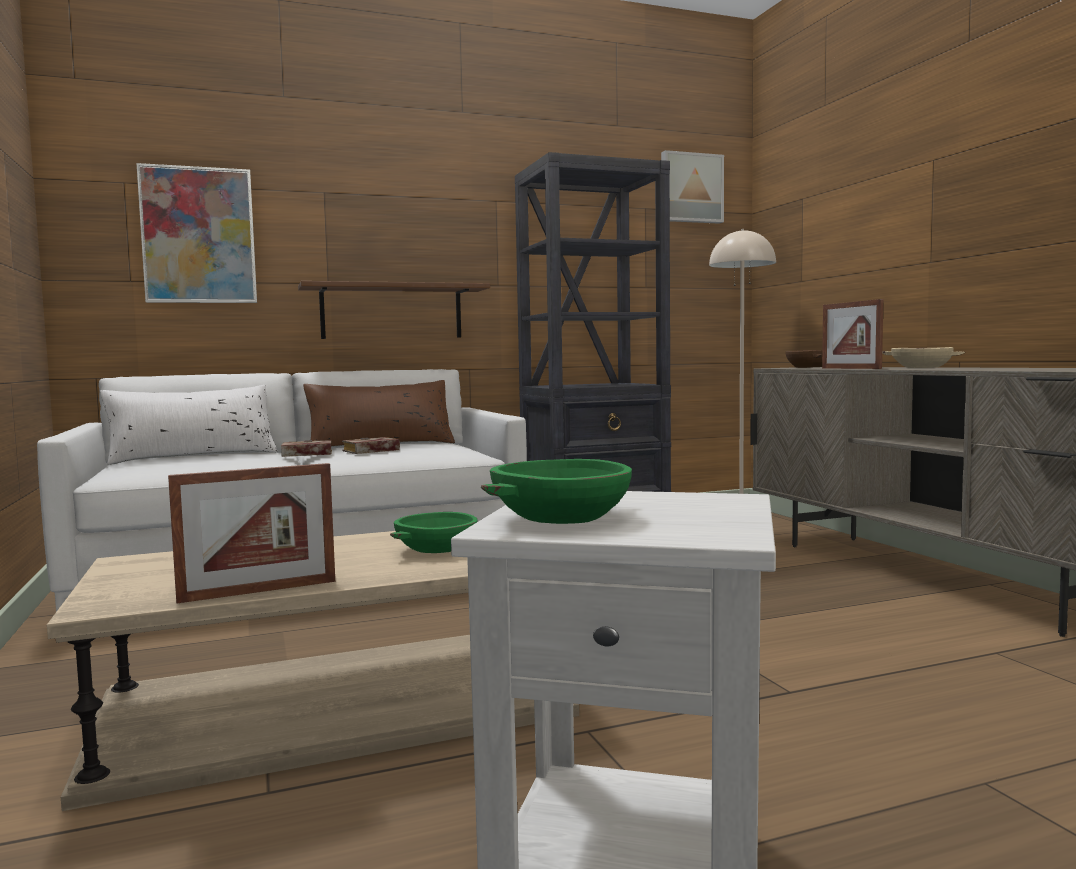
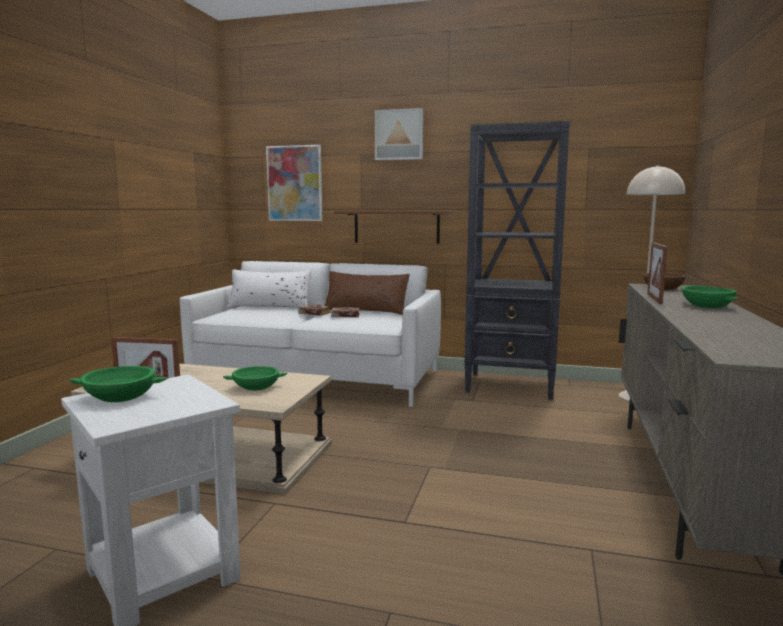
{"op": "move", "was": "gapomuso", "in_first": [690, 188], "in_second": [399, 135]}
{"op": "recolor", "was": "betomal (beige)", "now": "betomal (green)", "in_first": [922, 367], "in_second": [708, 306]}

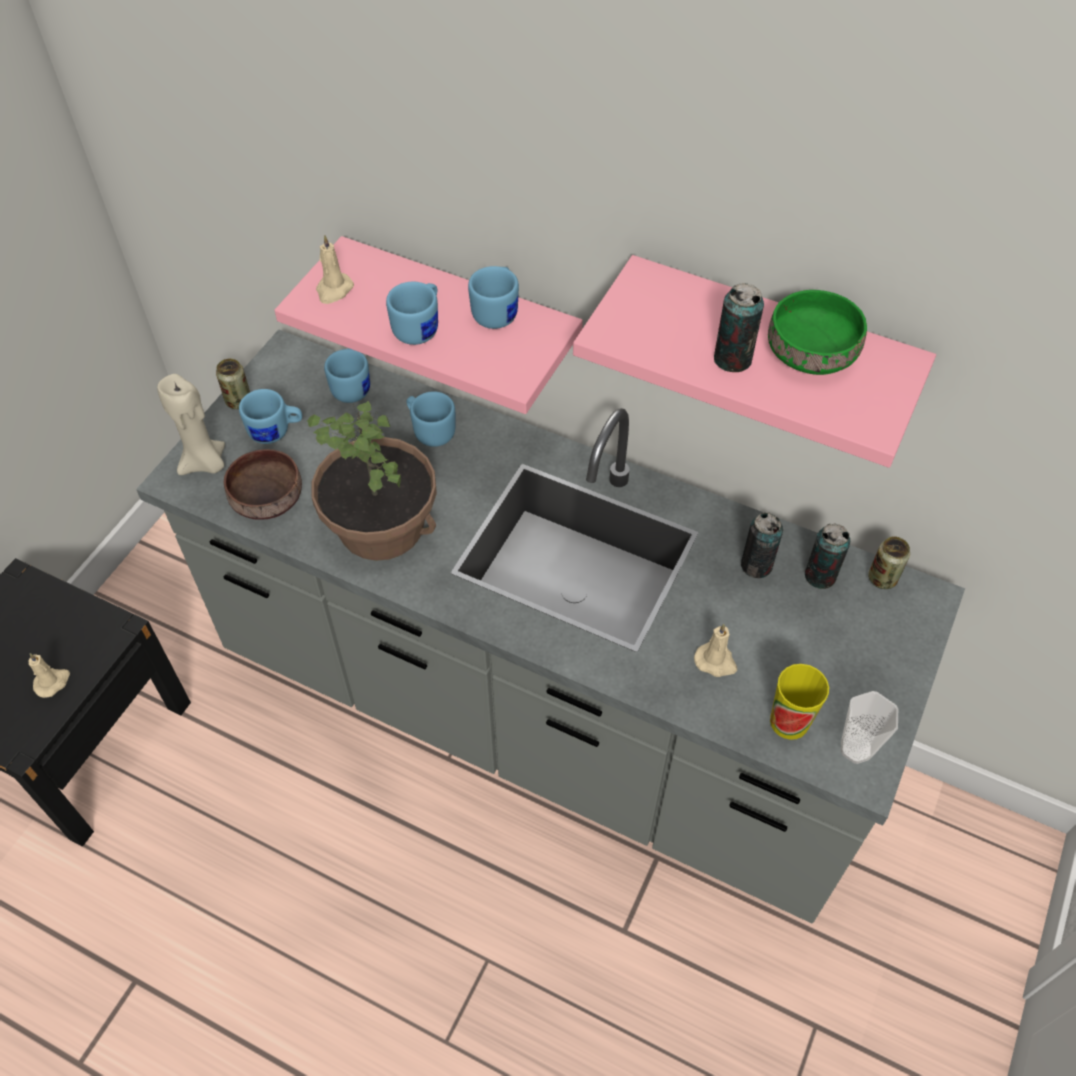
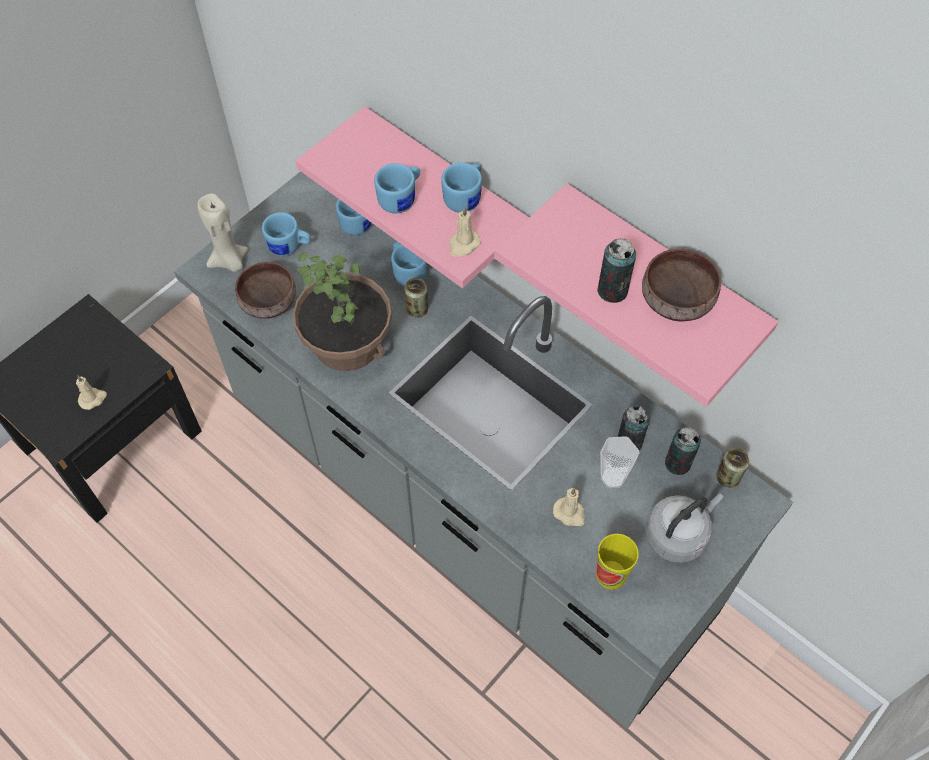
{"op": "insert", "now": "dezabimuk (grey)", "in_second": [678, 535]}
{"op": "move", "was": "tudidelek", "in_first": [238, 401], "in_second": [417, 309]}
{"op": "move", "was": "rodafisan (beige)", "in_first": [334, 290], "in_second": [463, 244]}
{"op": "move", "was": "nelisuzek", "in_first": [856, 748], "in_second": [612, 478]}
{"op": "recolor", "was": "betomal (green)", "now": "betomal (brown)", "in_first": [810, 351], "in_second": [676, 297]}

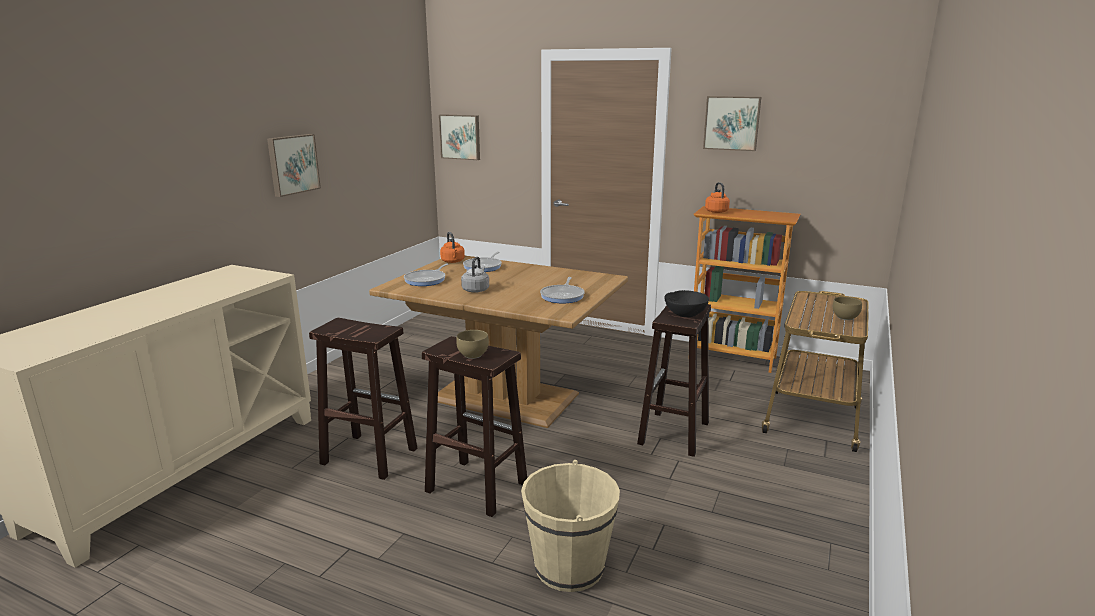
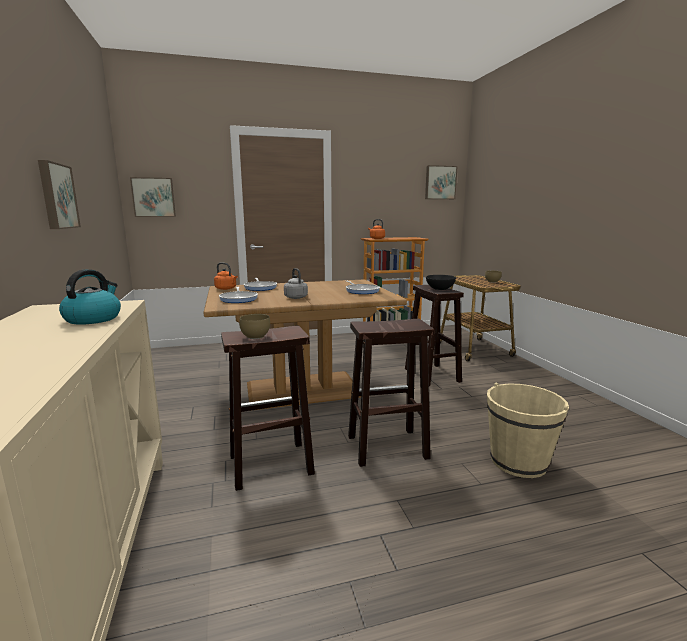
{"op": "insert", "now": "dezabimuk", "in_second": [93, 319]}
{"op": "move", "was": "betomal (brown)", "in_first": [474, 355], "in_second": [256, 336]}
{"op": "move", "was": "gapomuso", "in_first": [732, 123], "in_second": [440, 182]}

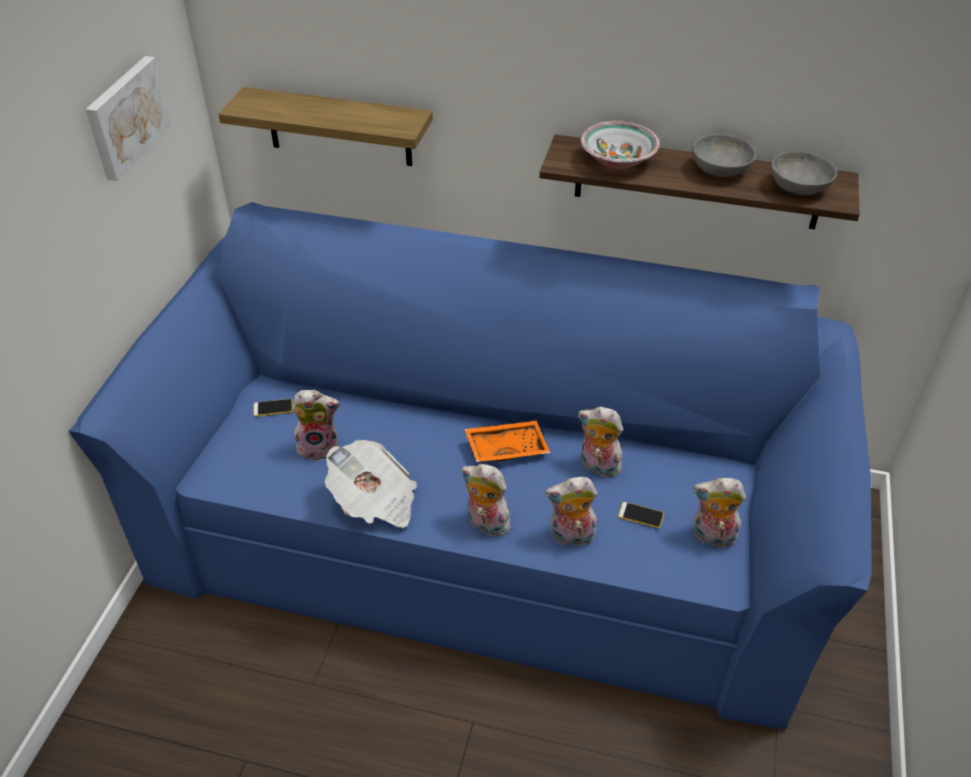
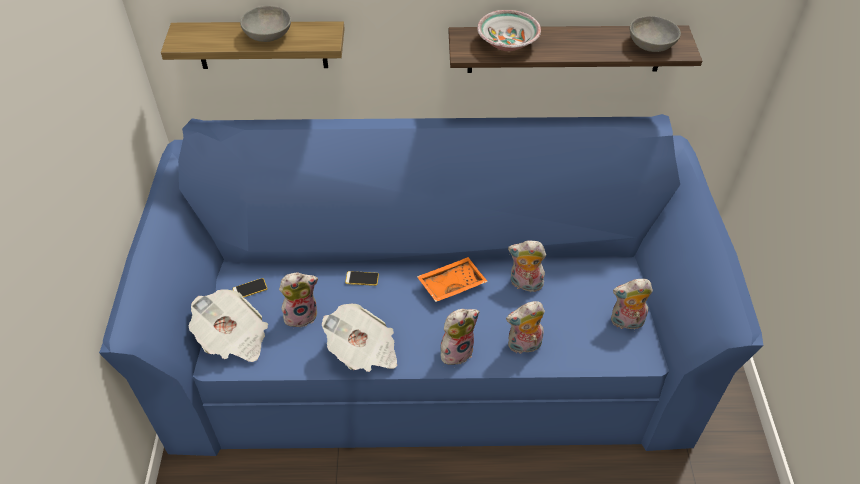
{"op": "delete", "was": "gapomuso", "in_first": [126, 117]}
{"op": "insert", "now": "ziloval", "in_second": [233, 338]}
{"op": "move", "was": "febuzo", "in_first": [640, 515], "in_second": [362, 278]}
{"op": "move", "was": "betomal (grey)", "in_first": [721, 170], "in_second": [268, 35]}
{"op": "rotate", "was": "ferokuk", "in_first": [485, 524], "in_second": [456, 350], "clockwise": 135}

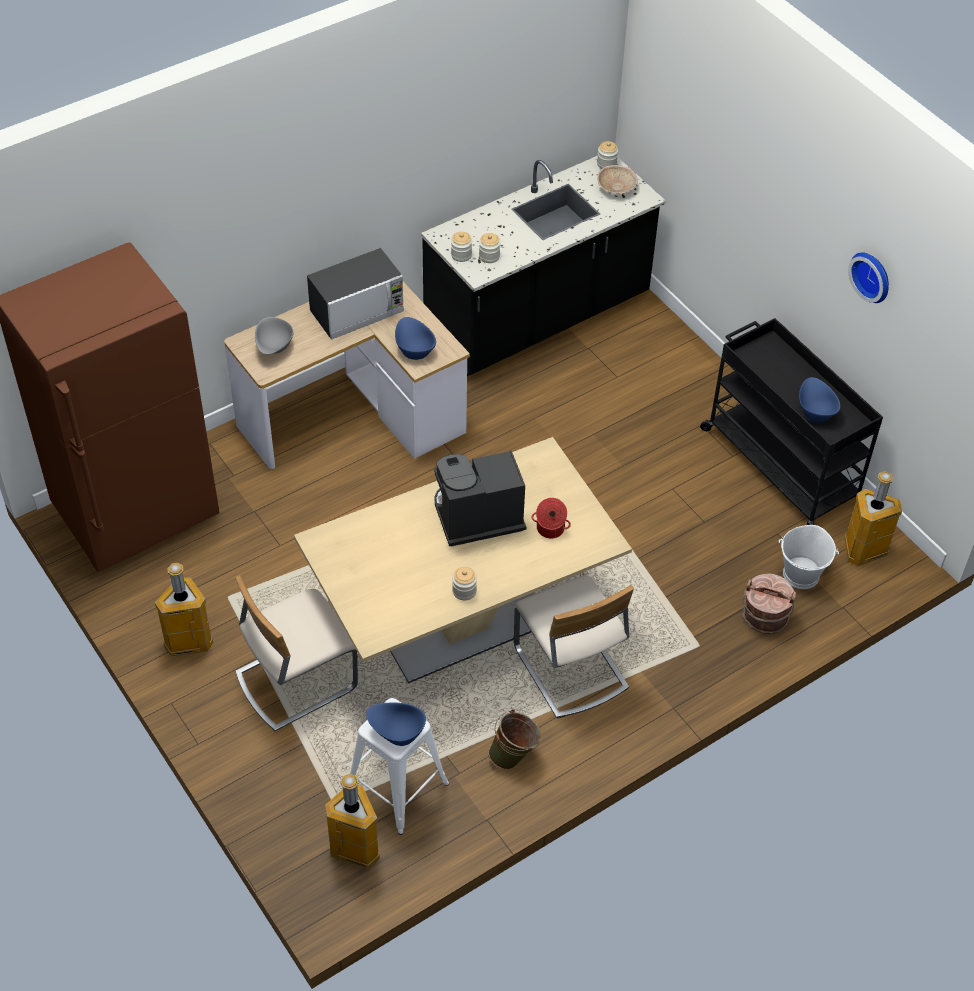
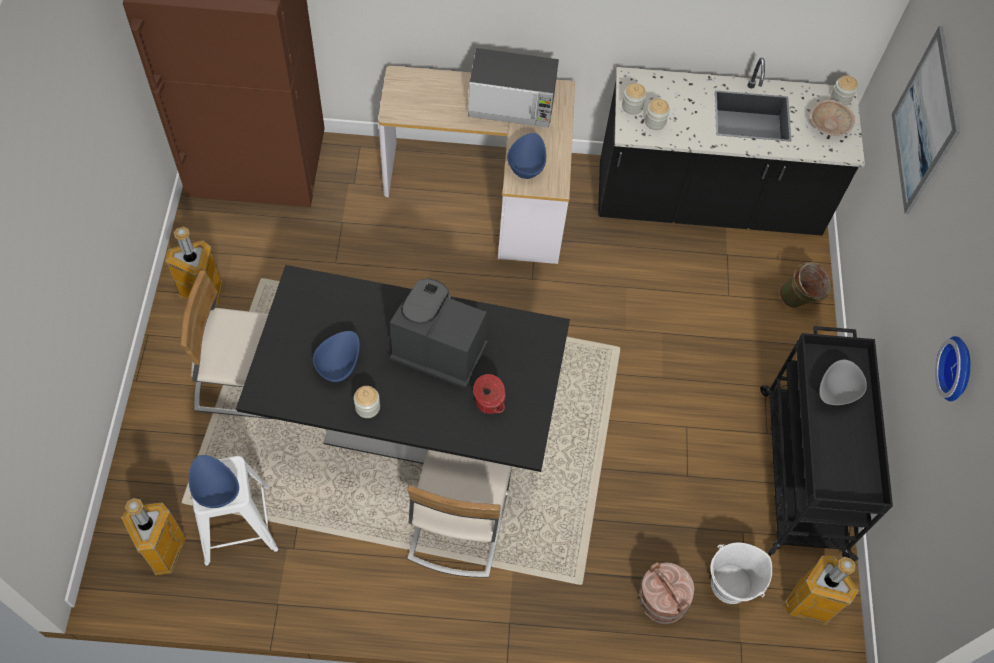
{"op": "insert", "now": "gapomuso", "in_second": [925, 122]}
{"op": "move", "was": "betomal (grey)", "in_first": [274, 349], "in_second": [835, 393]}
{"op": "move", "was": "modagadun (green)", "in_first": [514, 756], "in_second": [799, 301]}
{"op": "move", "was": "betomal (blue)", "in_first": [815, 411], "in_second": [339, 366]}
{"op": "recolor", "was": "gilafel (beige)", "now": "gilafel (black)", "in_first": [461, 621], "in_second": [411, 421]}

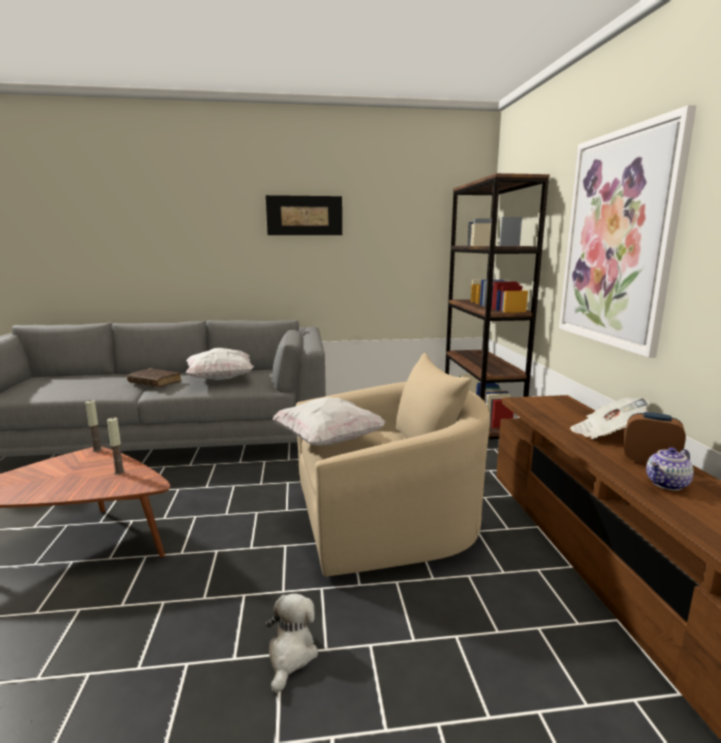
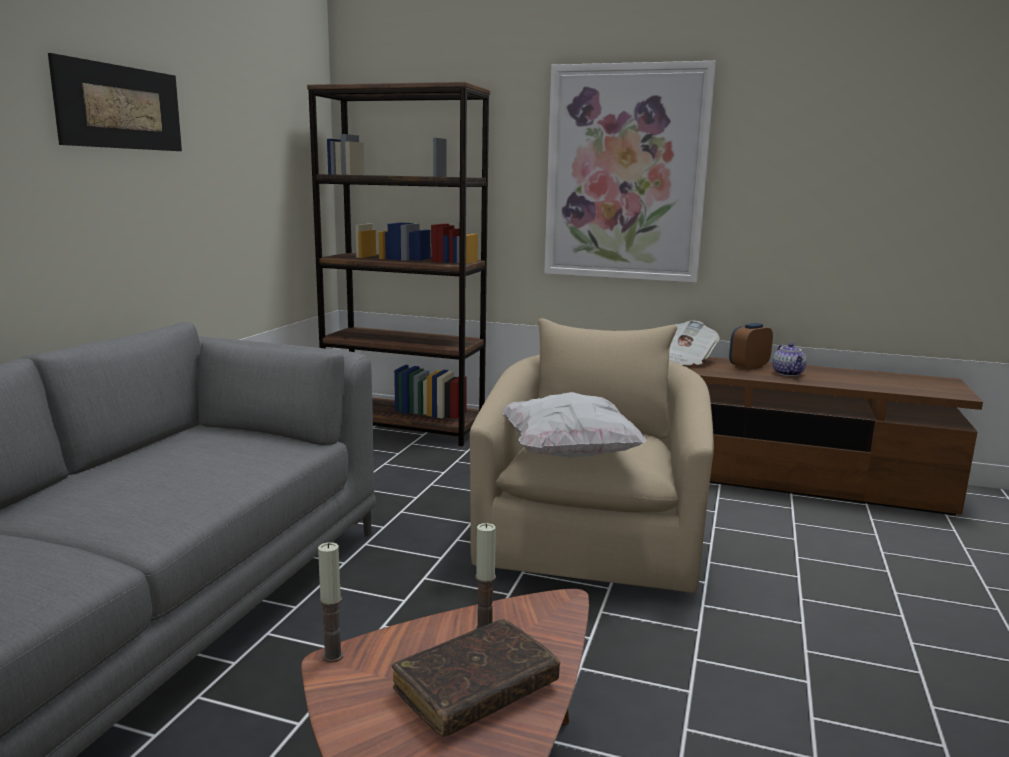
{"op": "delete", "was": "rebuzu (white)", "in_first": [220, 379]}
{"op": "delete", "was": "ferokuk", "in_first": [291, 655]}
{"op": "move", "was": "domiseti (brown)", "in_first": [154, 383], "in_second": [476, 689]}

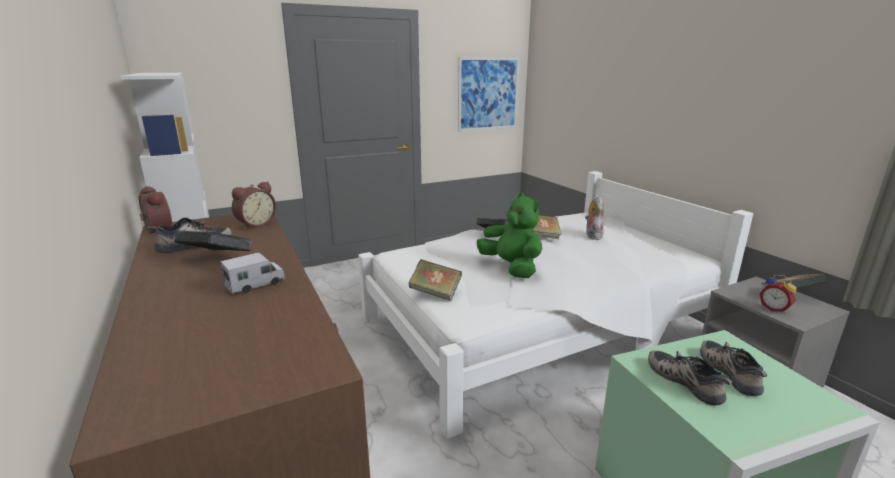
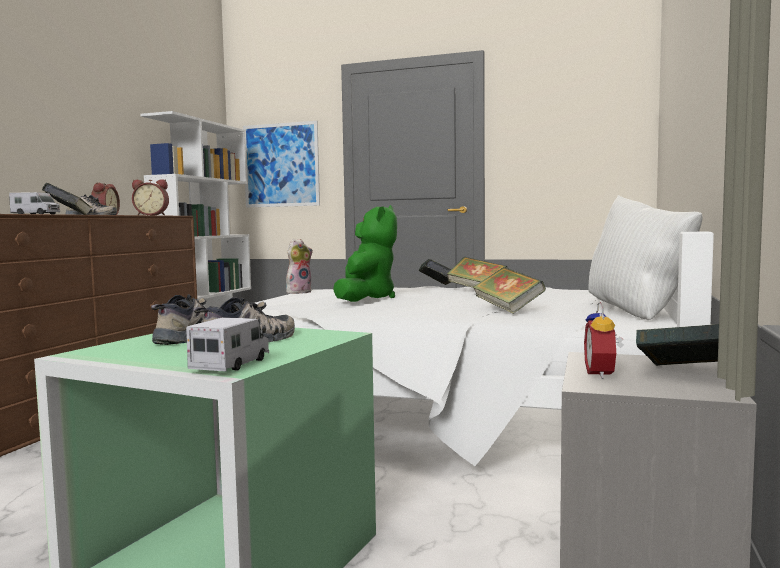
{"op": "insert", "now": "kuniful", "in_second": [231, 364]}
{"op": "insert", "now": "rebuzu (white)", "in_second": [638, 314]}
{"op": "move", "was": "domiseti", "in_first": [435, 293], "in_second": [508, 309]}
{"op": "move", "was": "gapomuso", "in_first": [488, 94], "in_second": [281, 165]}
{"op": "move", "was": "ferokuk", "in_first": [592, 236], "in_second": [298, 292]}

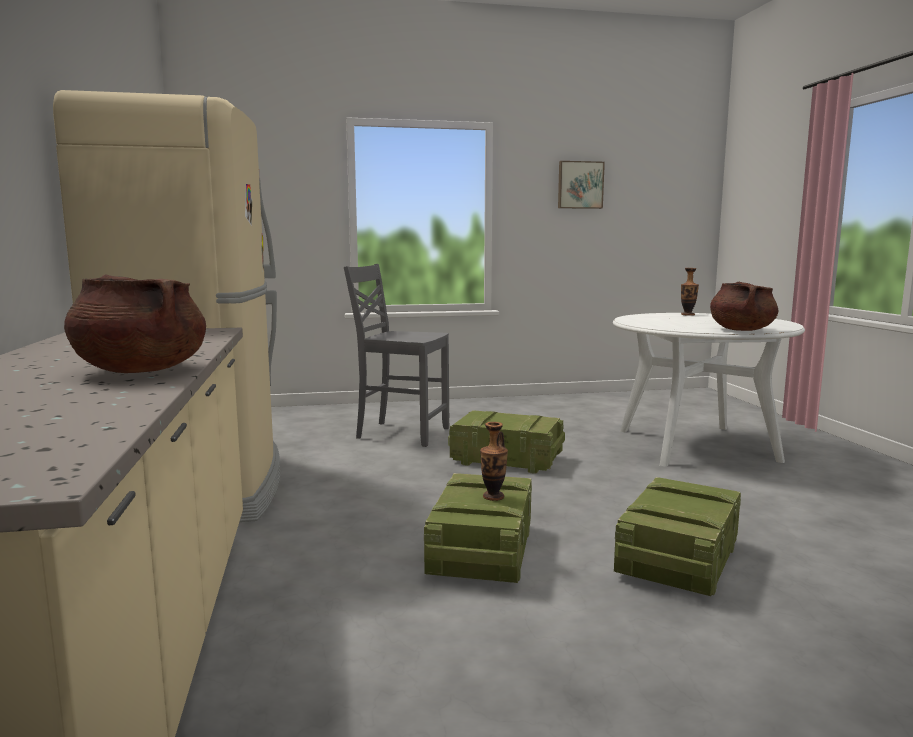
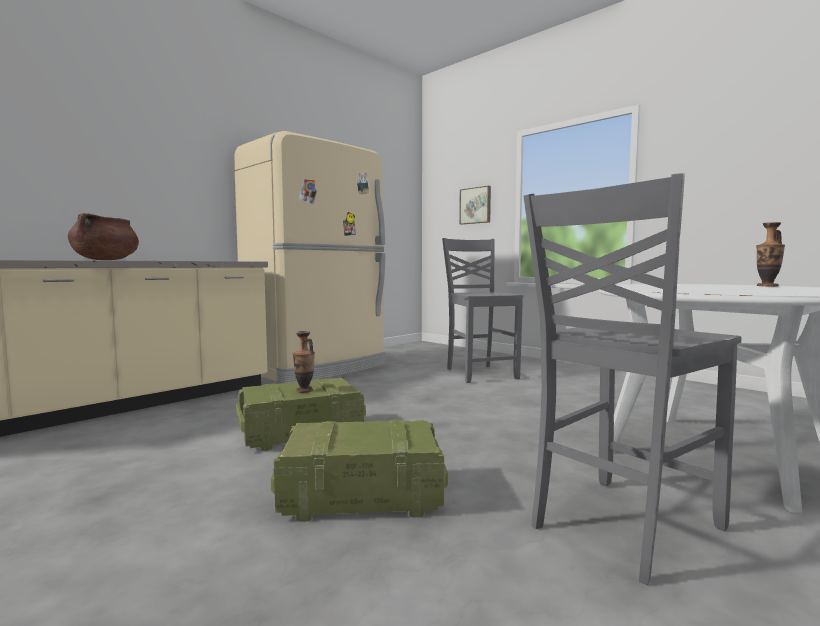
{"op": "delete", "was": "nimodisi", "in_first": [508, 460]}
{"op": "delete", "was": "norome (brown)", "in_first": [741, 330]}
{"op": "insert", "now": "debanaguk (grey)", "in_second": [621, 526]}
{"op": "move", "was": "gapomuso", "in_first": [580, 185], "in_second": [475, 205]}

